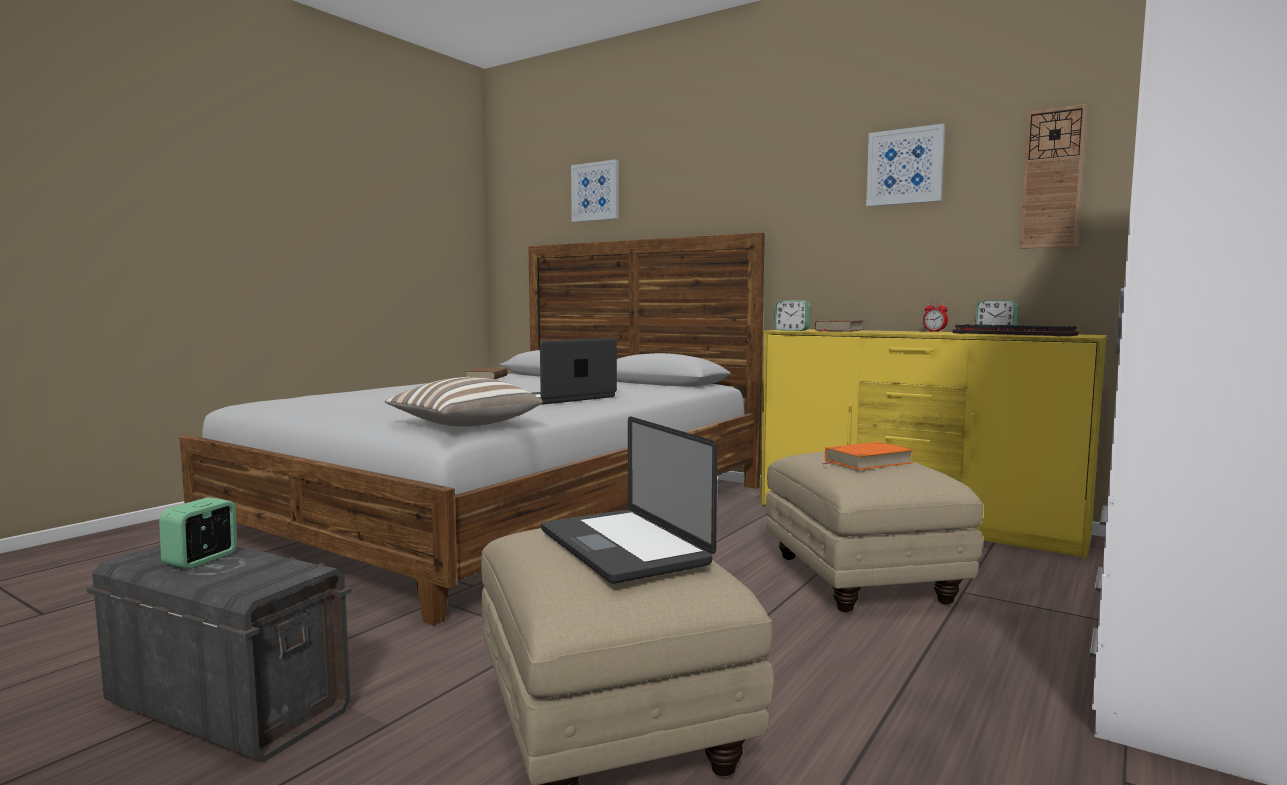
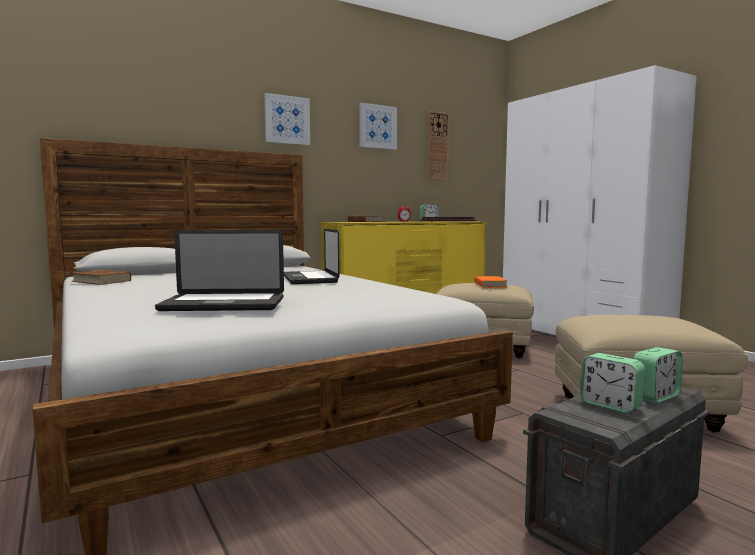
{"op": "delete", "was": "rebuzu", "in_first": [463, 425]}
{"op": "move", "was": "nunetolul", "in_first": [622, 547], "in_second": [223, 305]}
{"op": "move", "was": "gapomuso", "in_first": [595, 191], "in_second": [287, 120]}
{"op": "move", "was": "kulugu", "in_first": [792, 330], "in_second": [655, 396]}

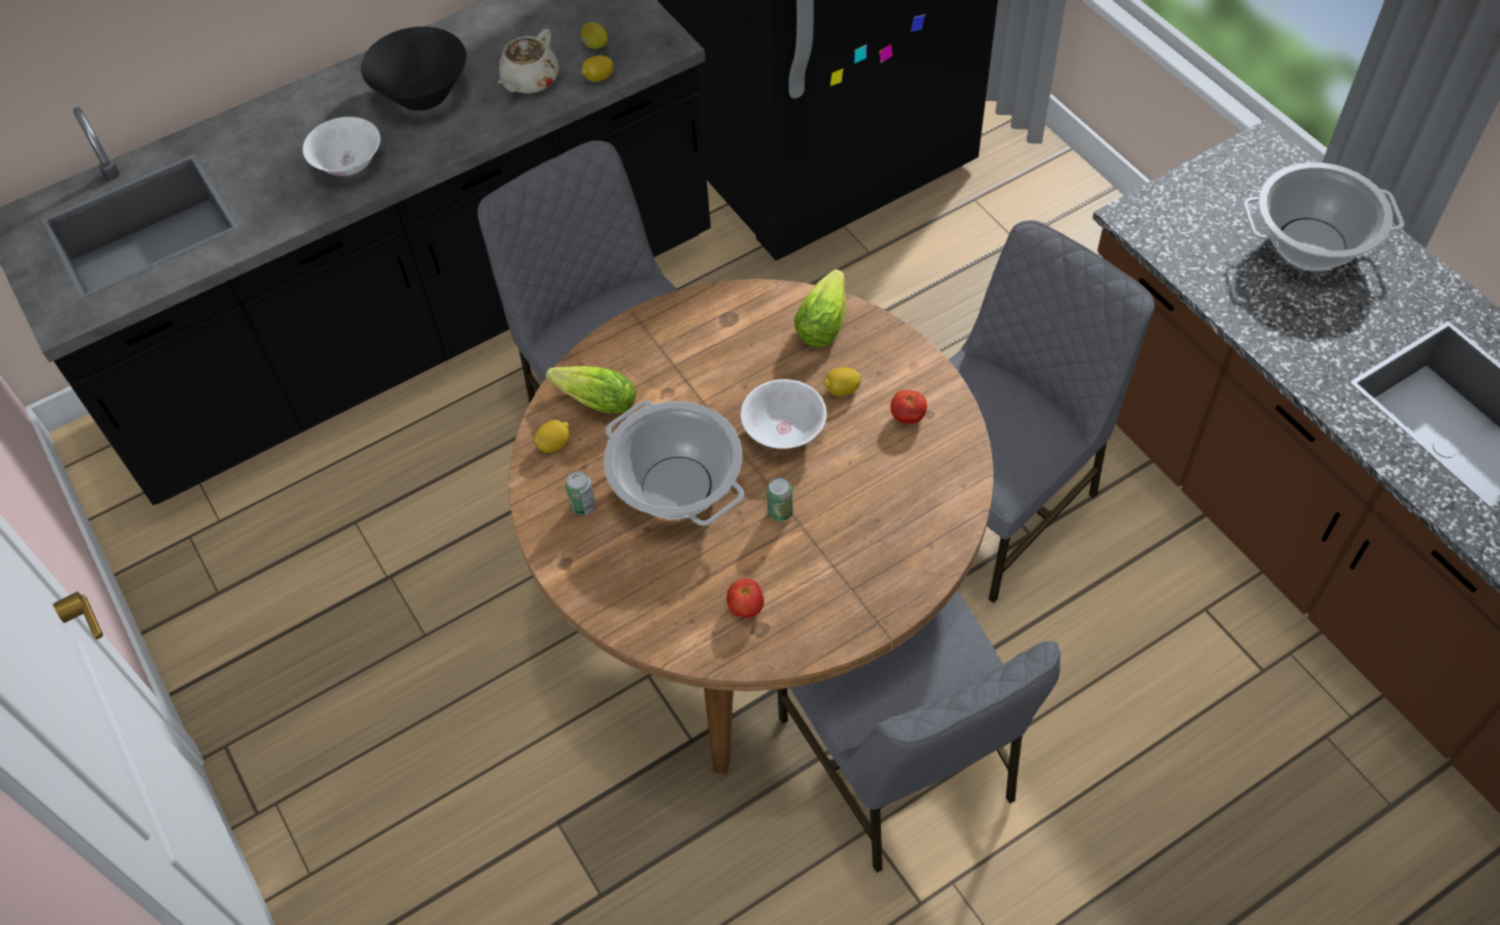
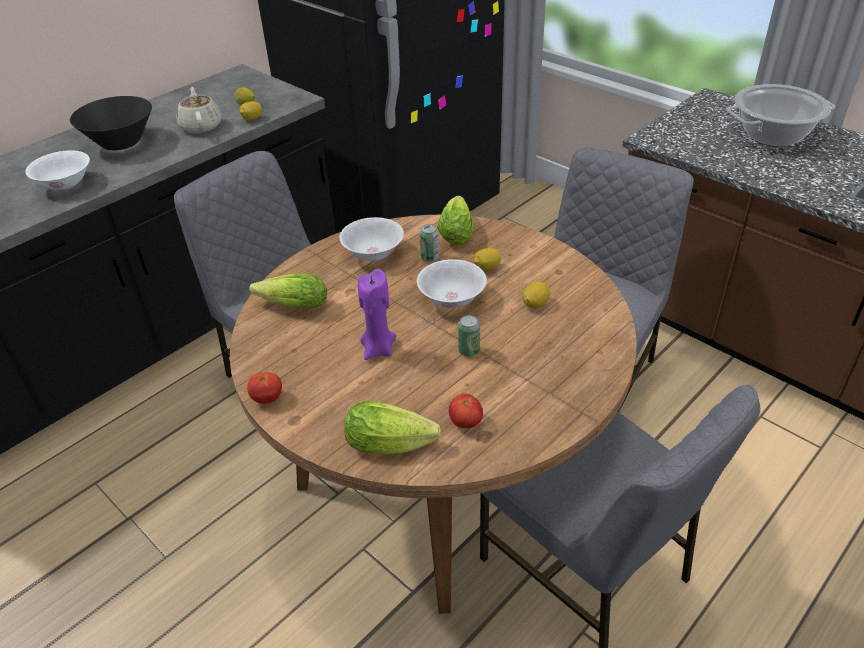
{"op": "insert", "now": "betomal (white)", "in_second": [373, 254]}
{"op": "insert", "now": "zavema", "in_second": [394, 444]}
{"op": "move", "was": "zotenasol", "in_first": [554, 444], "in_second": [535, 304]}
{"op": "move", "was": "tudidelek", "in_first": [583, 506], "in_second": [429, 257]}
{"op": "move", "was": "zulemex", "in_first": [907, 417], "in_second": [267, 398]}
{"op": "replace", "was": "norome", "now": "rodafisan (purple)", "in_first": [678, 487], "in_second": [378, 349]}
{"op": "rotate", "was": "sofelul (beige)", "in_first": [529, 80], "in_second": [201, 126], "clockwise": 150}

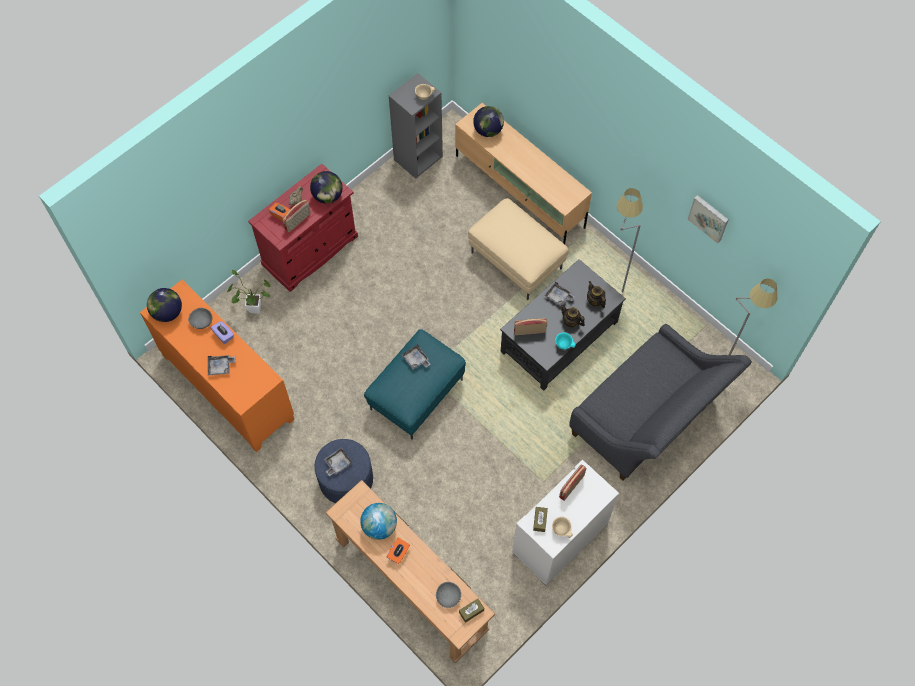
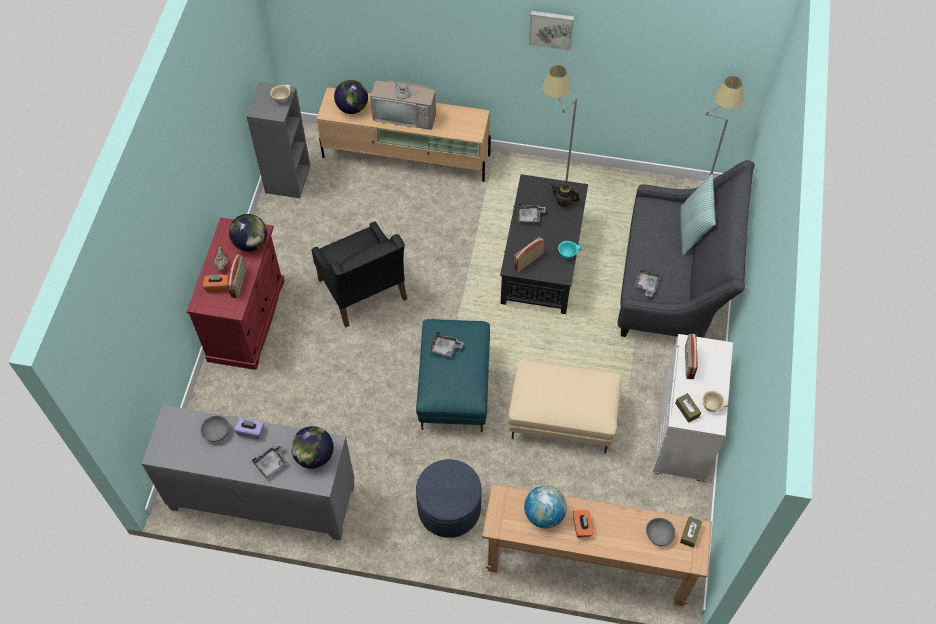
{"op": "delete", "was": "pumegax", "in_first": [252, 309]}
{"op": "delete", "was": "sofelul", "in_first": [571, 322]}
{"op": "insert", "now": "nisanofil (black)", "in_second": [362, 290]}
{"op": "insert", "now": "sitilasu", "in_second": [406, 114]}
{"op": "insert", "now": "rebuzu", "in_second": [692, 231]}
{"op": "move", "was": "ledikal", "in_first": [167, 312], "in_second": [314, 456]}
{"op": "move", "was": "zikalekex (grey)", "in_first": [337, 463], "in_second": [646, 284]}
{"op": "move", "was": "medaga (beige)", "in_first": [515, 261], "in_second": [561, 419]}
{"op": "move", "was": "gapomuso", "in_first": [709, 218], "in_second": [551, 29]}
{"op": "recolor", "was": "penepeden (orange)", "now": "penepeden (grey)", "in_first": [227, 388], "in_second": [262, 498]}

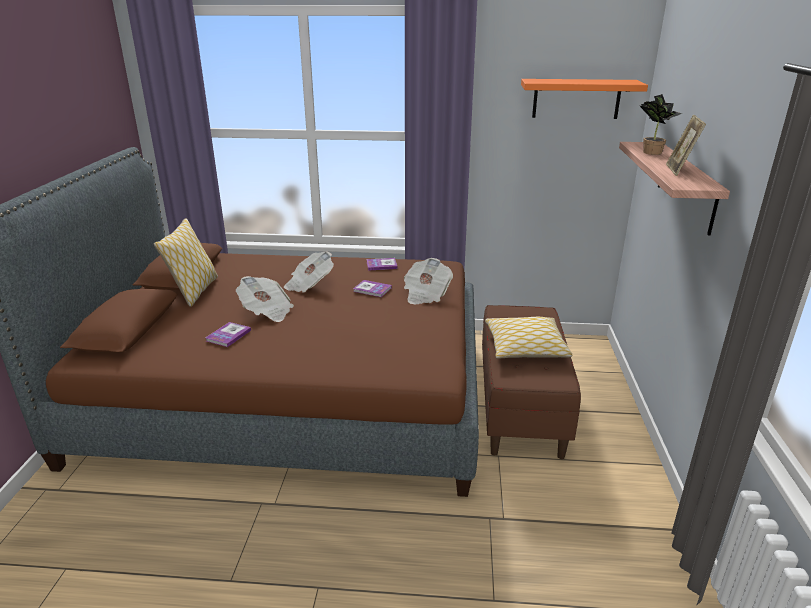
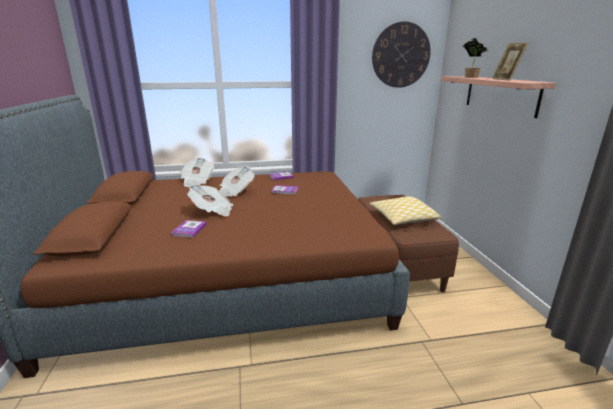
{"op": "delete", "was": "rebuzu", "in_first": [194, 292]}
{"op": "move", "was": "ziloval", "in_first": [425, 294], "in_second": [197, 181]}
{"op": "replace", "was": "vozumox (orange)", "now": "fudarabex", "in_first": [576, 98], "in_second": [401, 55]}

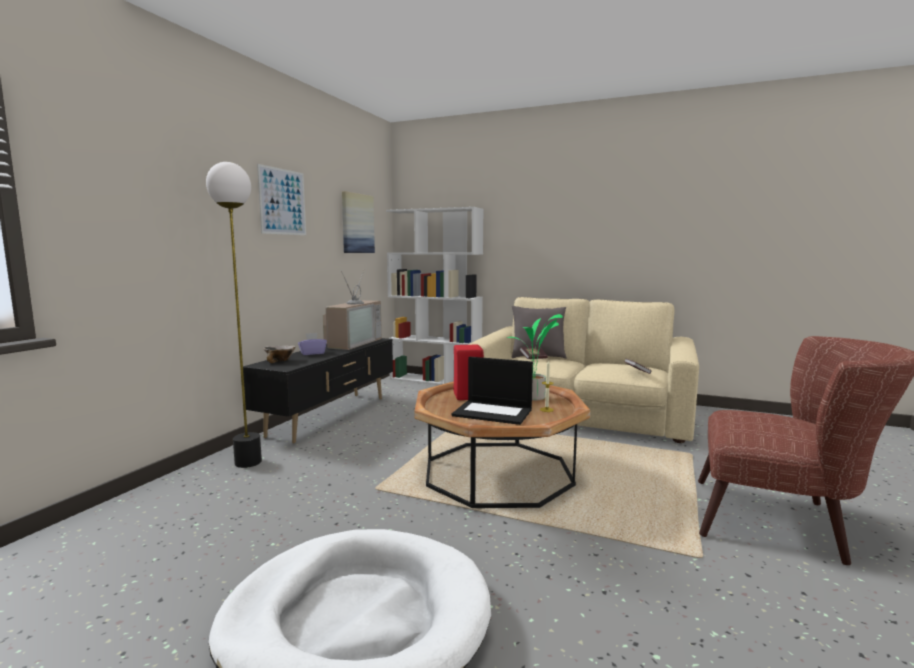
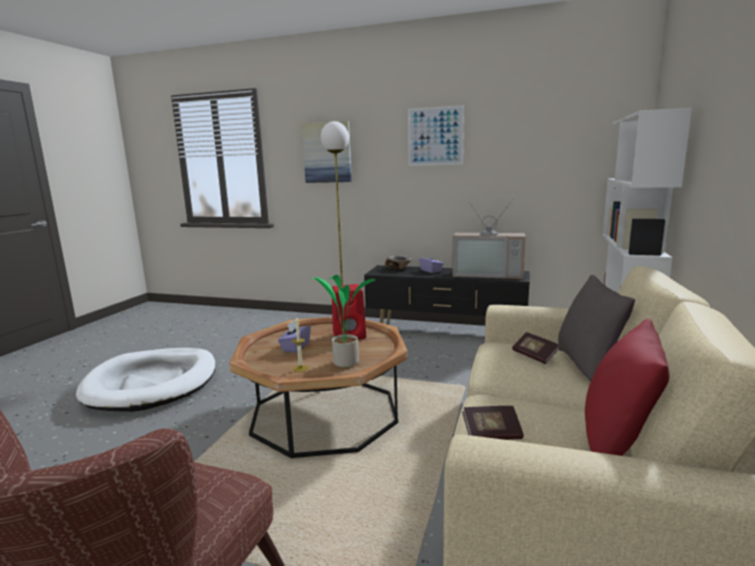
{"op": "insert", "now": "rebuzu (red)", "in_second": [618, 442]}
{"op": "move", "was": "gapomuso", "in_first": [357, 223], "in_second": [327, 152]}
{"op": "replace", "was": "nunetolul", "now": "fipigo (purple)", "in_first": [493, 412], "in_second": [295, 347]}

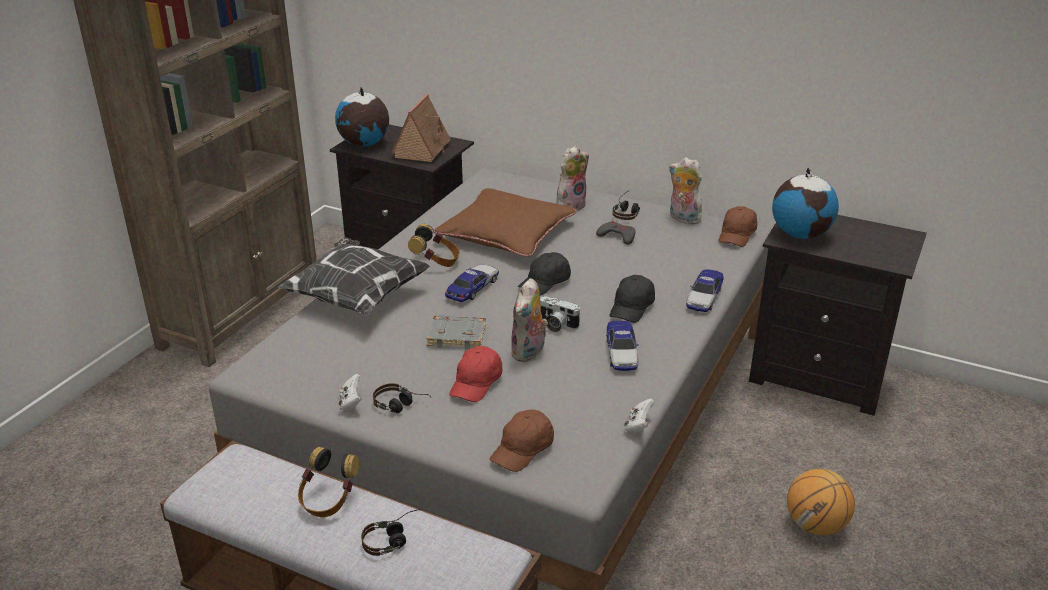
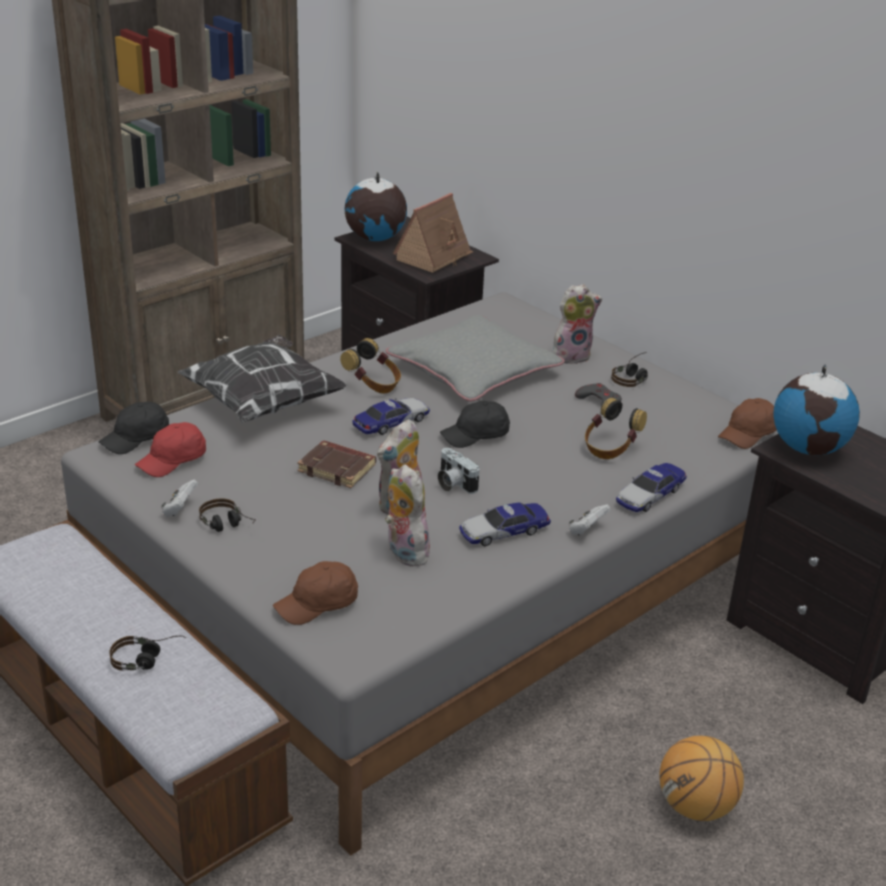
{"op": "move", "was": "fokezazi", "in_first": [328, 500], "in_second": [610, 448]}
{"op": "move", "was": "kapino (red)", "in_first": [476, 383], "in_second": [173, 461]}
{"op": "move", "was": "kapino (black)", "in_first": [632, 308], "in_second": [136, 439]}
{"op": "move", "was": "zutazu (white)", "in_first": [638, 426], "in_second": [586, 530]}
{"op": "move", "was": "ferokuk", "in_first": [682, 218], "in_second": [404, 552]}
{"op": "recolor", "was": "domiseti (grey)", "now": "domiseti (brown)", "in_first": [457, 335], "in_second": [338, 468]}
{"op": "recolor", "was": "rebuzu (brown)", "now": "rebuzu (grey)", "in_first": [506, 232], "in_second": [474, 370]}
{"op": "rotate", "was": "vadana", "in_first": [621, 352], "in_second": [504, 531], "clockwise": 45}

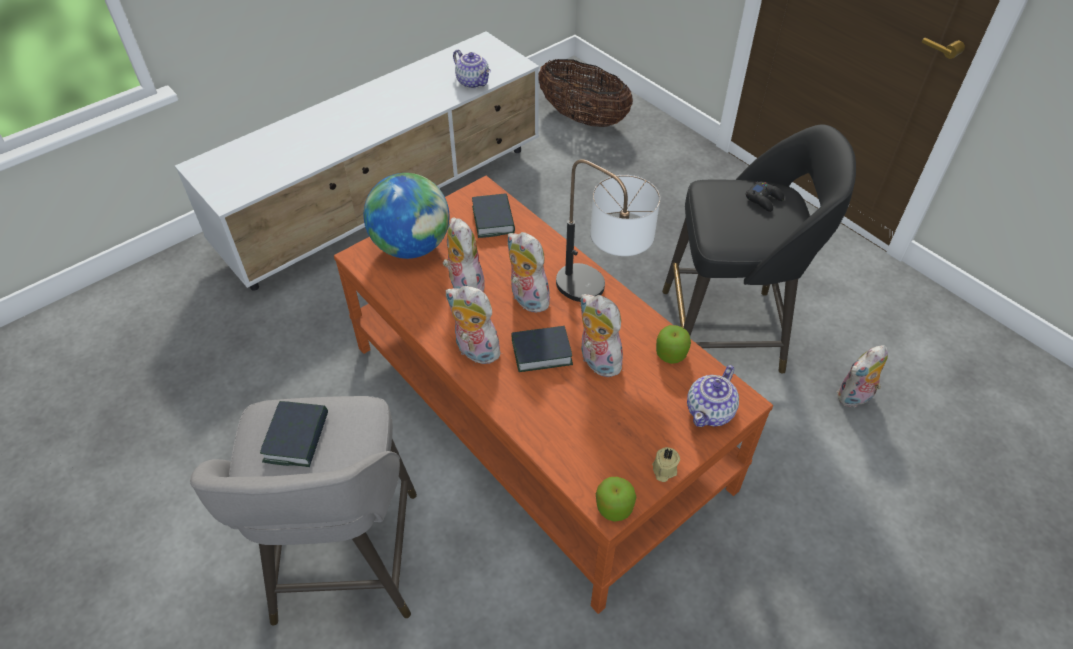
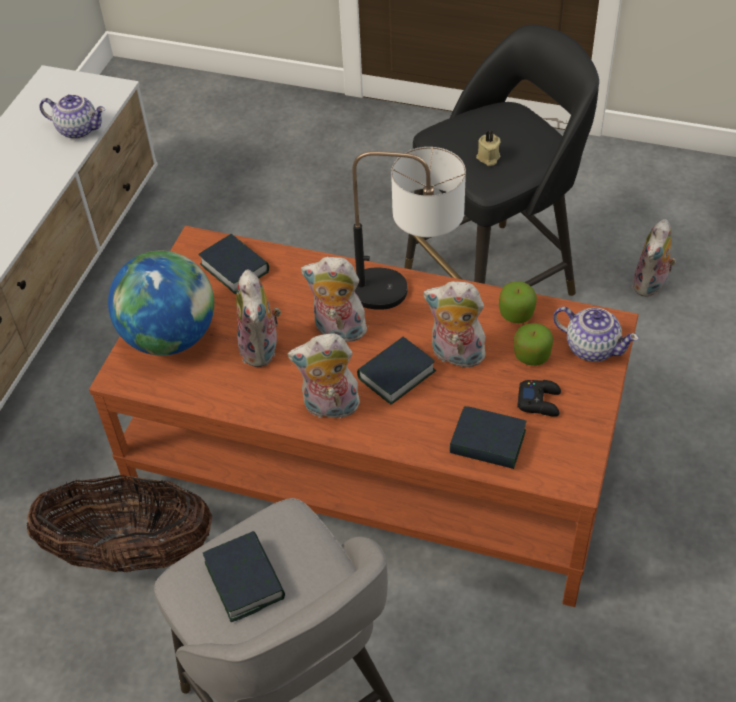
{"op": "insert", "now": "domiseti", "in_second": [487, 443]}
{"op": "move", "was": "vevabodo", "in_first": [583, 118], "in_second": [131, 553]}
{"op": "move", "was": "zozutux", "in_first": [614, 507], "in_second": [531, 355]}
{"op": "move", "was": "rodafisan (beige)", "in_first": [663, 470], "in_second": [488, 158]}
{"op": "move", "was": "zutazu (black)", "in_first": [764, 199], "in_second": [539, 401]}
{"op": "rotate", "was": "ferokuk", "in_first": [464, 285], "in_second": [262, 349], "clockwise": -135}
{"op": "rotate", "was": "sofelul", "in_first": [710, 411], "in_second": [591, 347], "clockwise": -60}

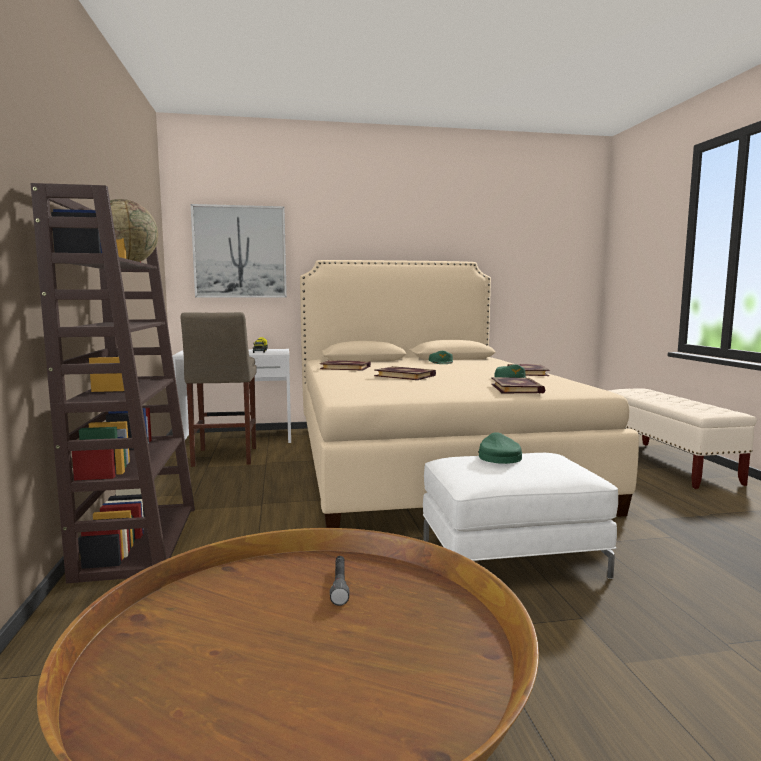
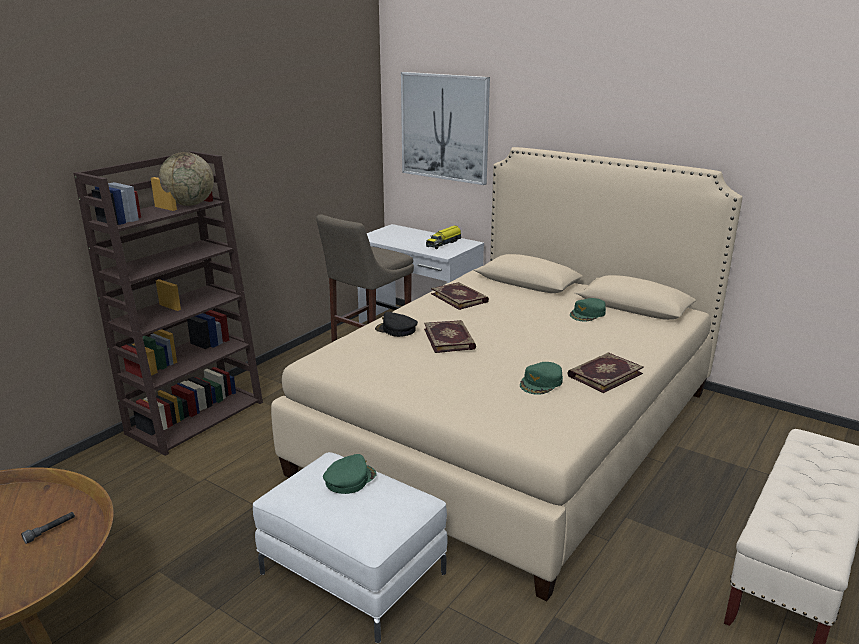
{"op": "delete", "was": "domiseti", "in_first": [517, 388]}
{"op": "insert", "now": "kapino (black)", "in_second": [396, 330]}

